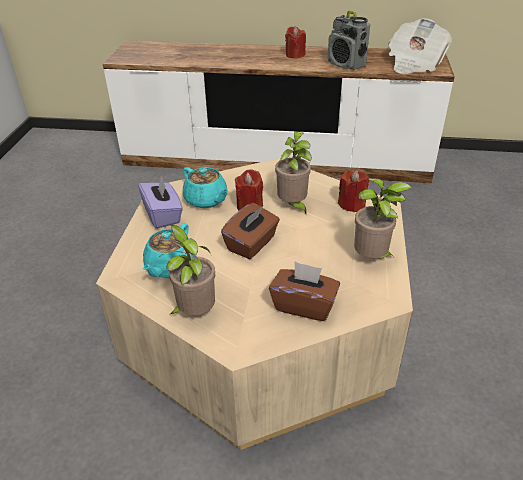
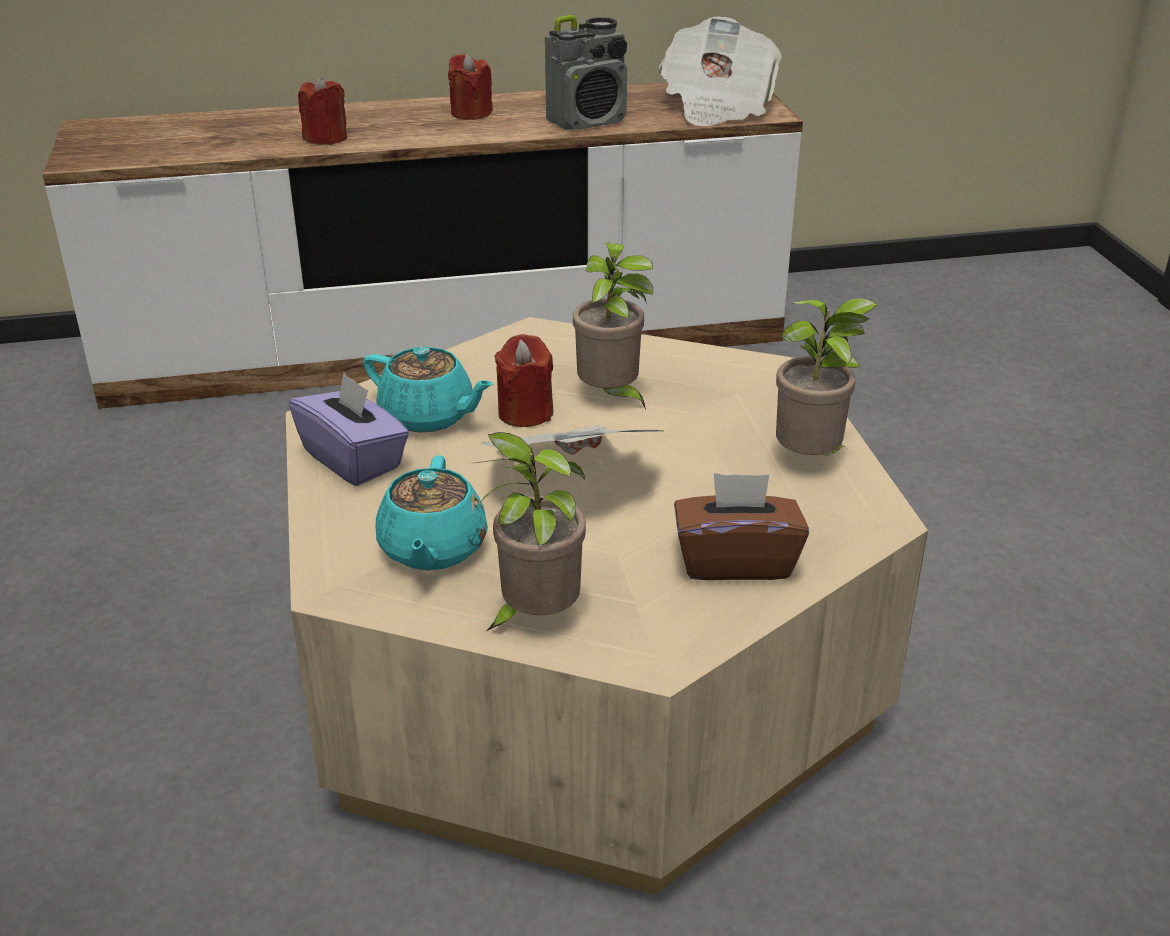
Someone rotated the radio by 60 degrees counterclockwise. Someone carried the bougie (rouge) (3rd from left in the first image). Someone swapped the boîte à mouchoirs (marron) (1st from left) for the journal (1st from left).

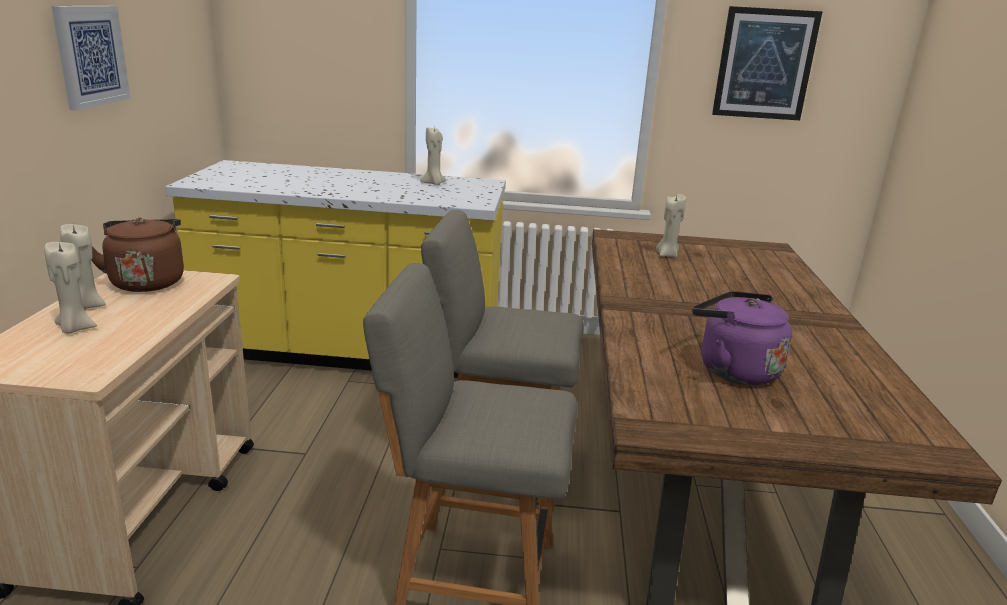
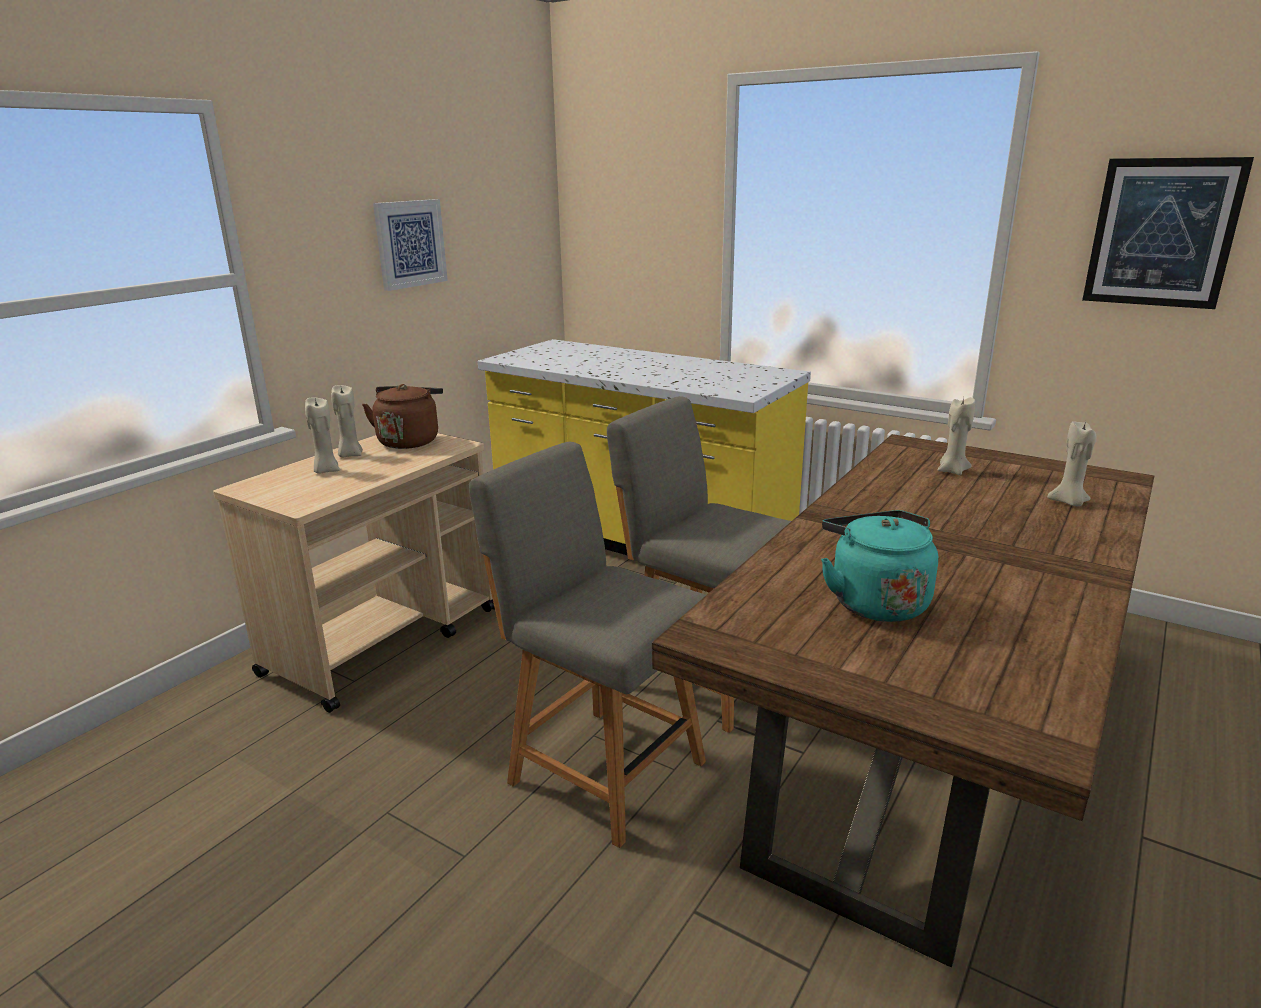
Someone carried the bougie (beige) (3rd from left in the first image). Someone repainted the bouilloire (violet), which became the bouilloire (turquoise).

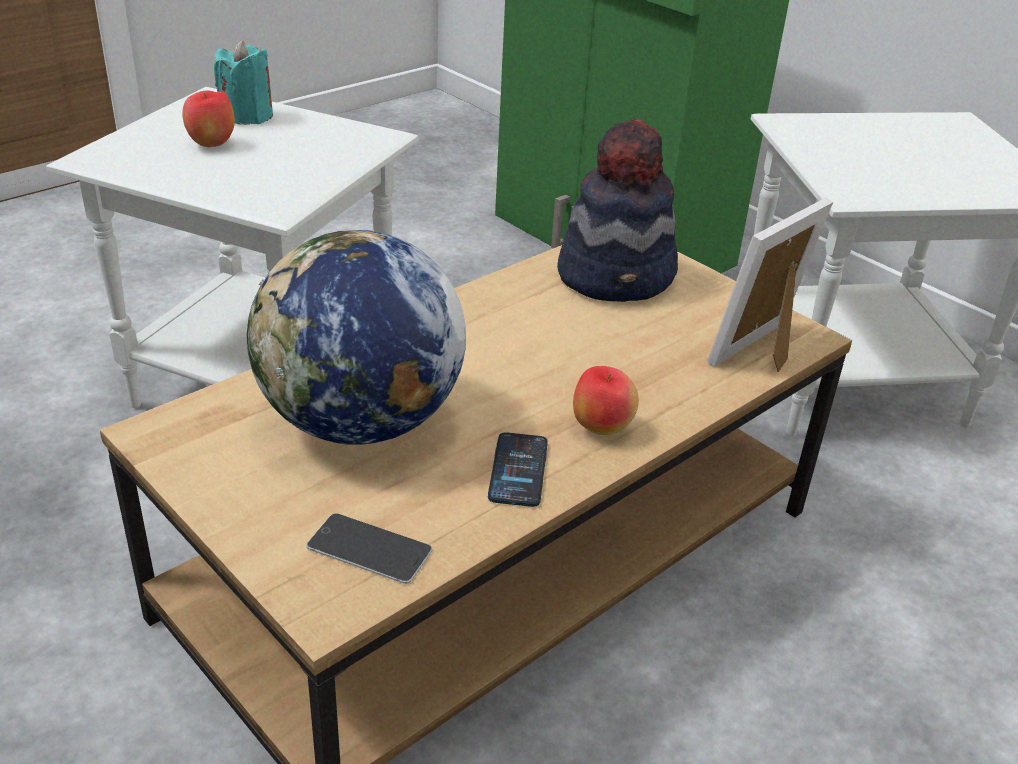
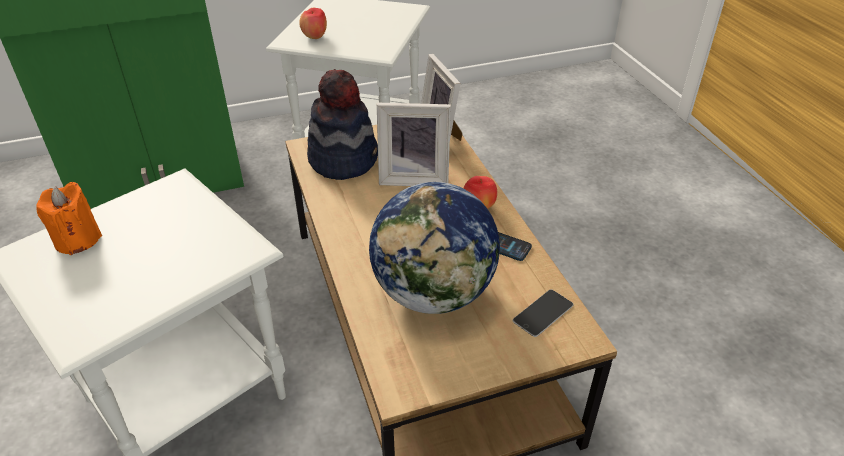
Someone repainted the bougie (turquoise), which became the bougie (orange). Someone carried the pomme (1st from left). Someone put down the cadre photo (1st from left).

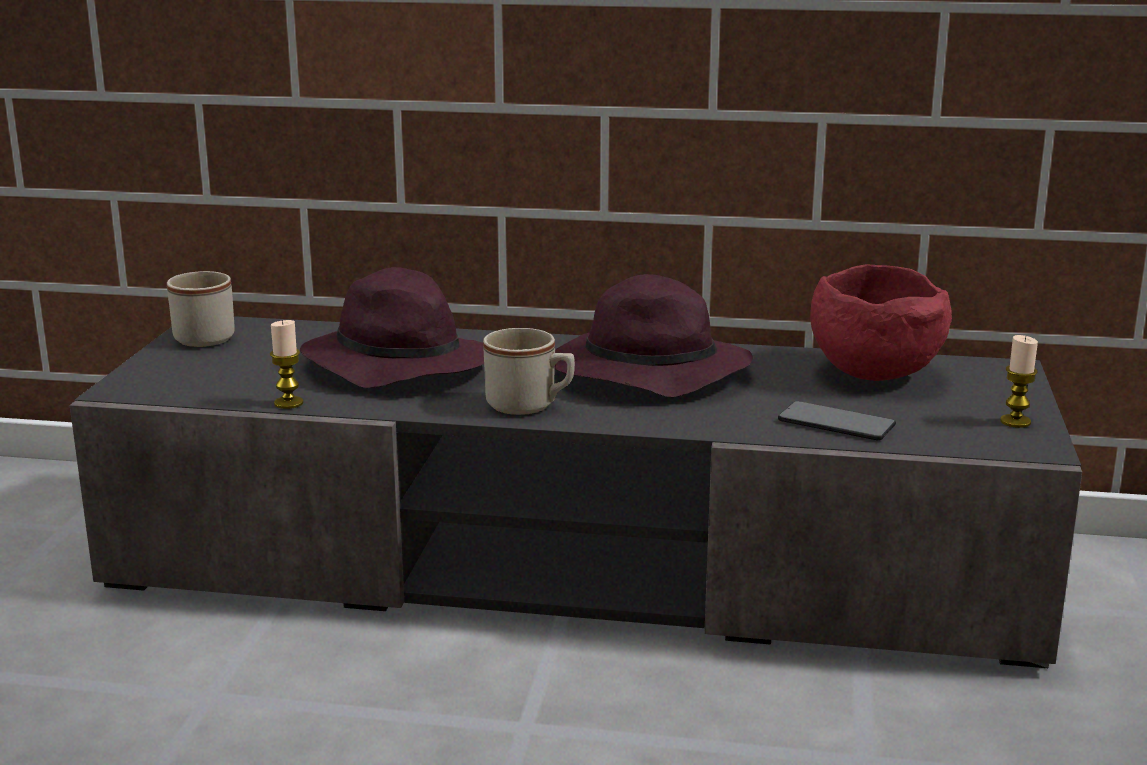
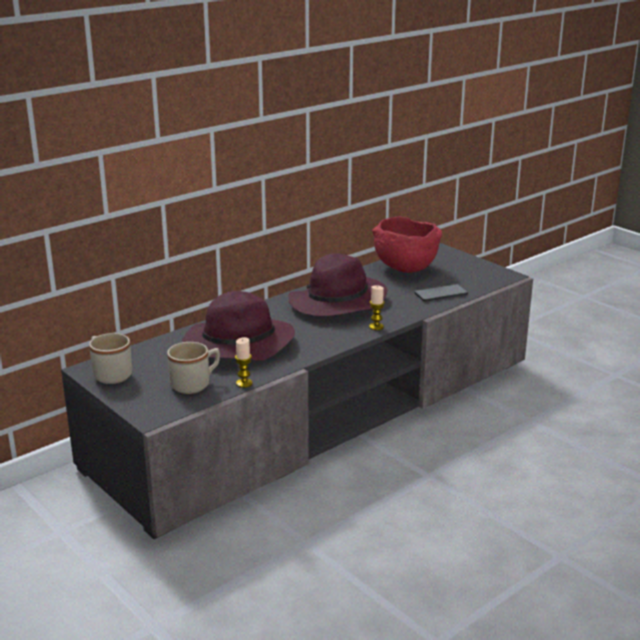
Someone carried the mug (beige) (2nd from left). Someone carried the bougie (2nd from left).

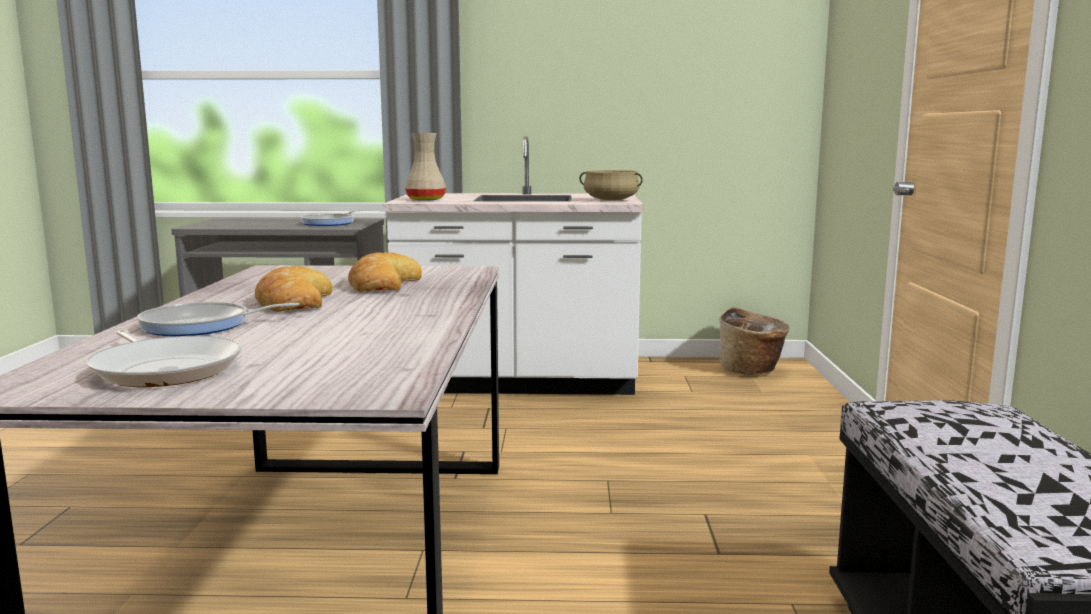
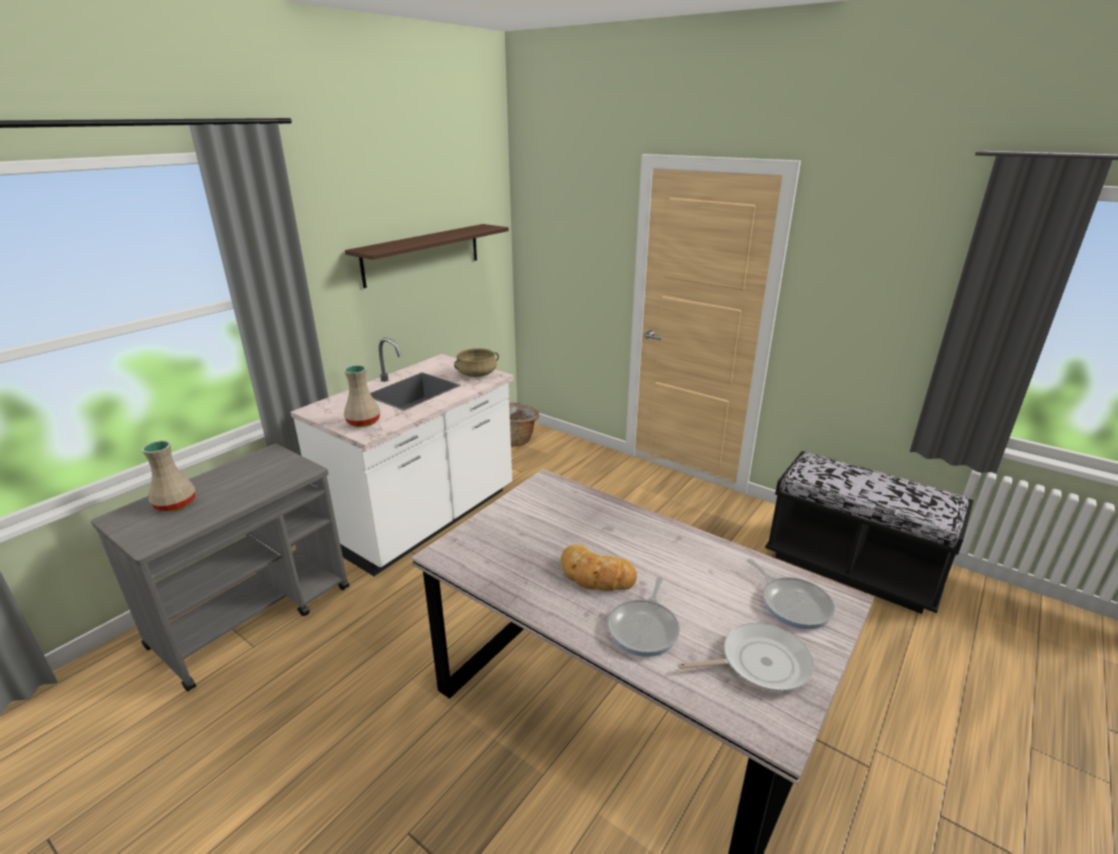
Someone carried the poêle (3rd from left). Someone took away the pain (2nd from left). Someone put up the étagère. Someone put down the vase (beige) (1st from left).

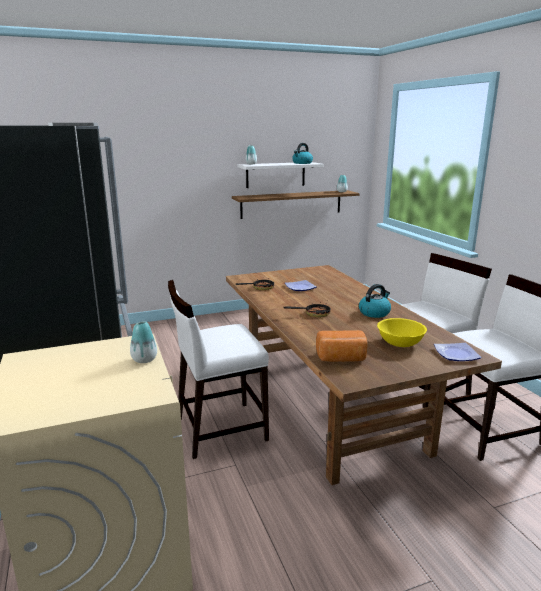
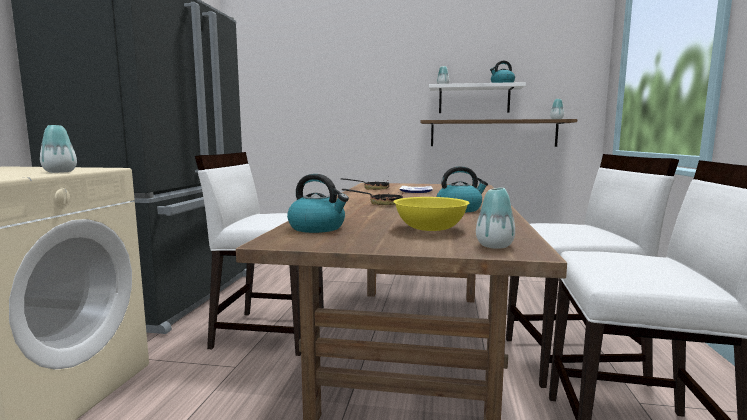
Someone swapped the pain for the bouilloire (1st from left). Someone swapped the assiette (2nd from left) for the vase (3rd from left).

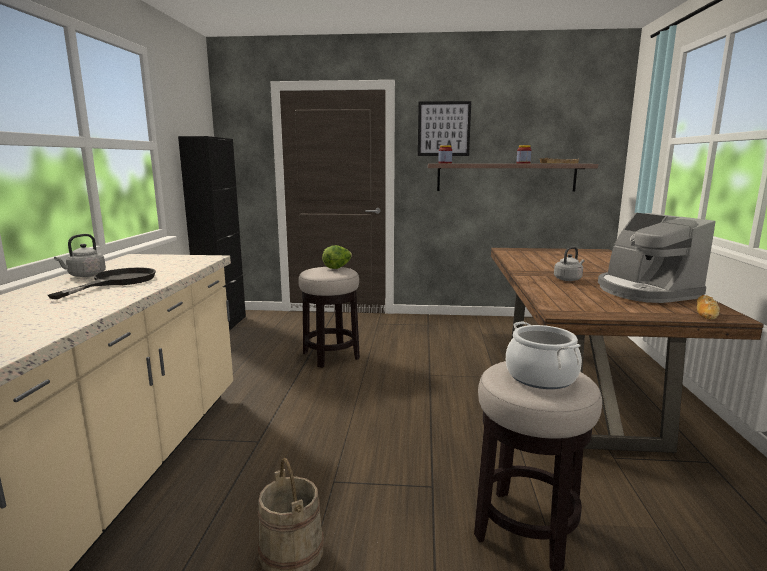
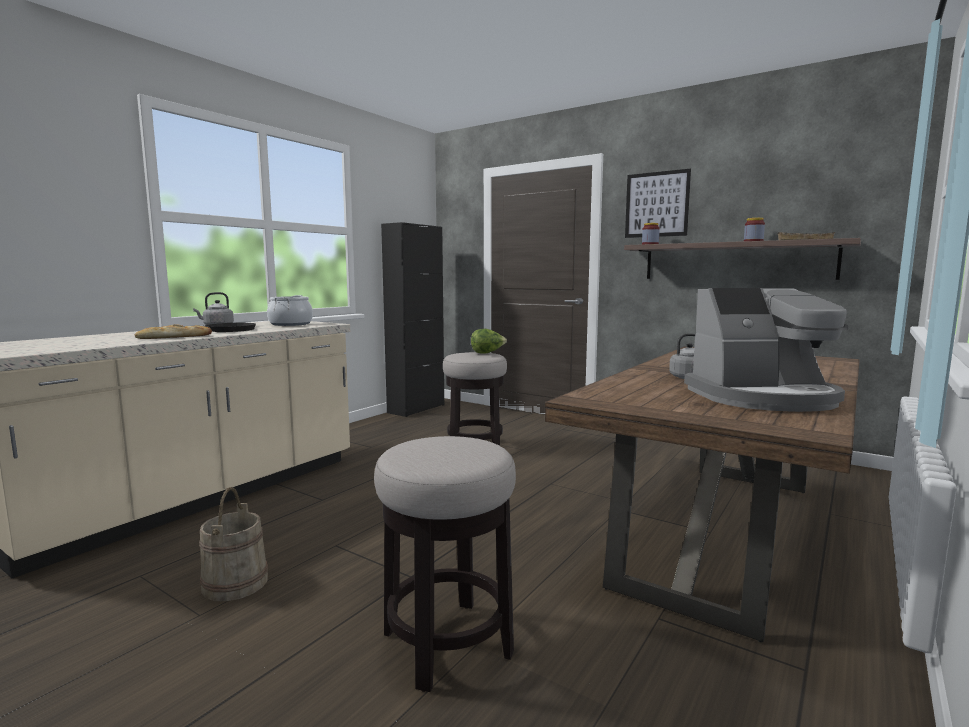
Someone rotated the machine à café by 105 degrees counterclockwise. Someone carried the pain. Someone carried the marmite.

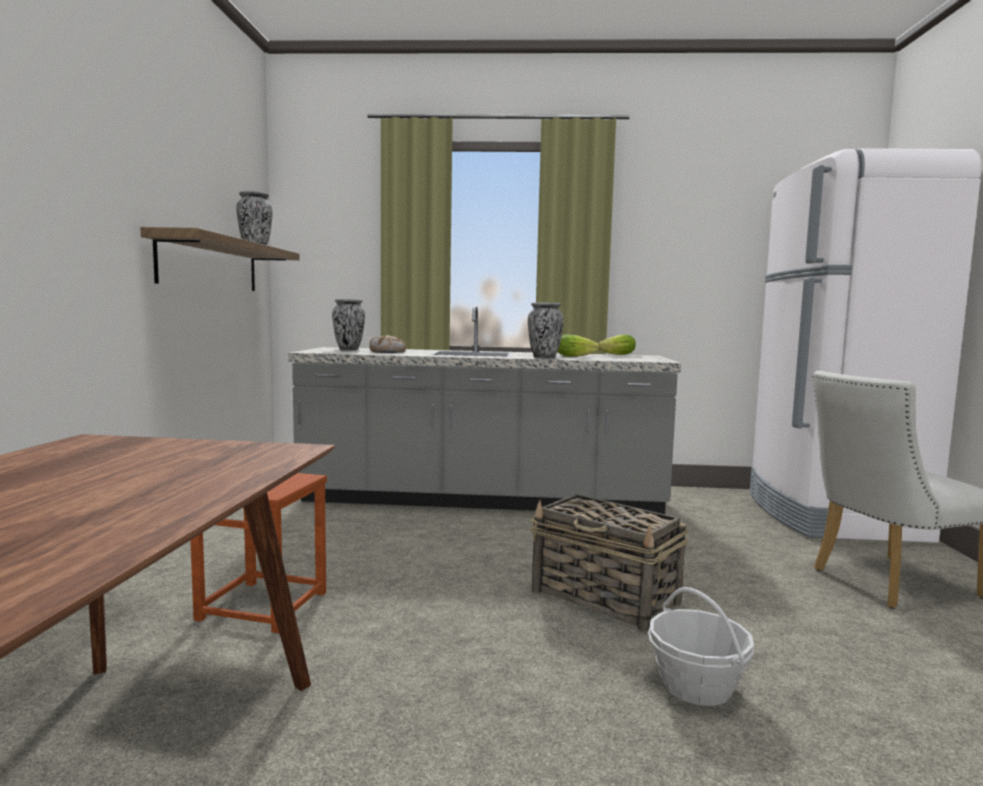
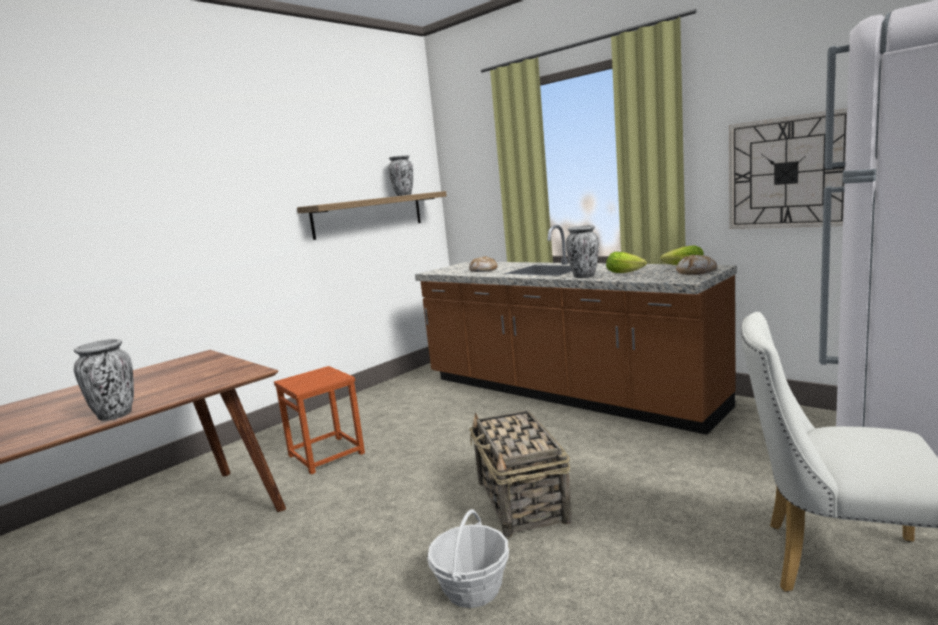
Someone carried the vase (2nd from left in the first image). Someone repainted the comptoir de cuisine (gris), which became the comptoir de cuisine (marron). Someone put up the horloge murale. Someone put down the pain (2nd from left).

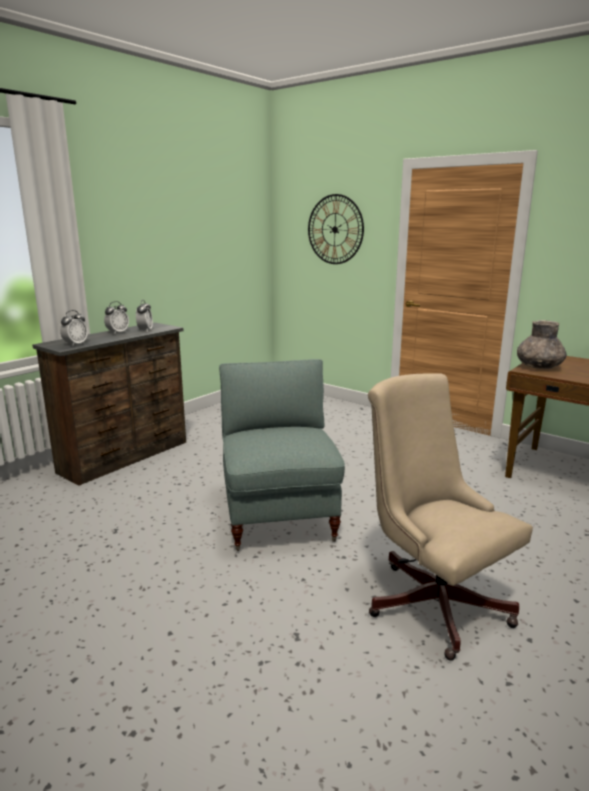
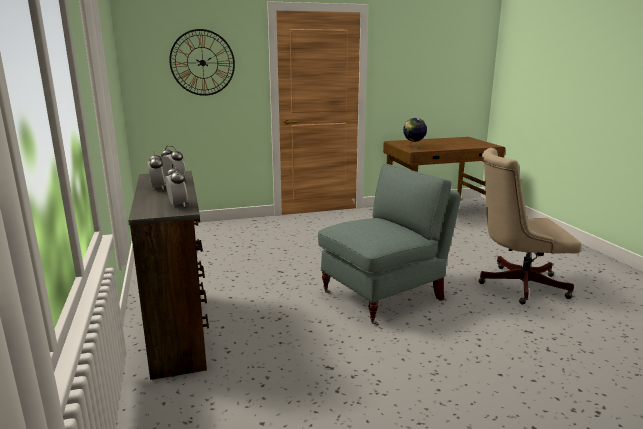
Someone swapped the vase (gris) for the globe. Someone rotated the fauteuil (gris) by 120 degrees clockwise.

